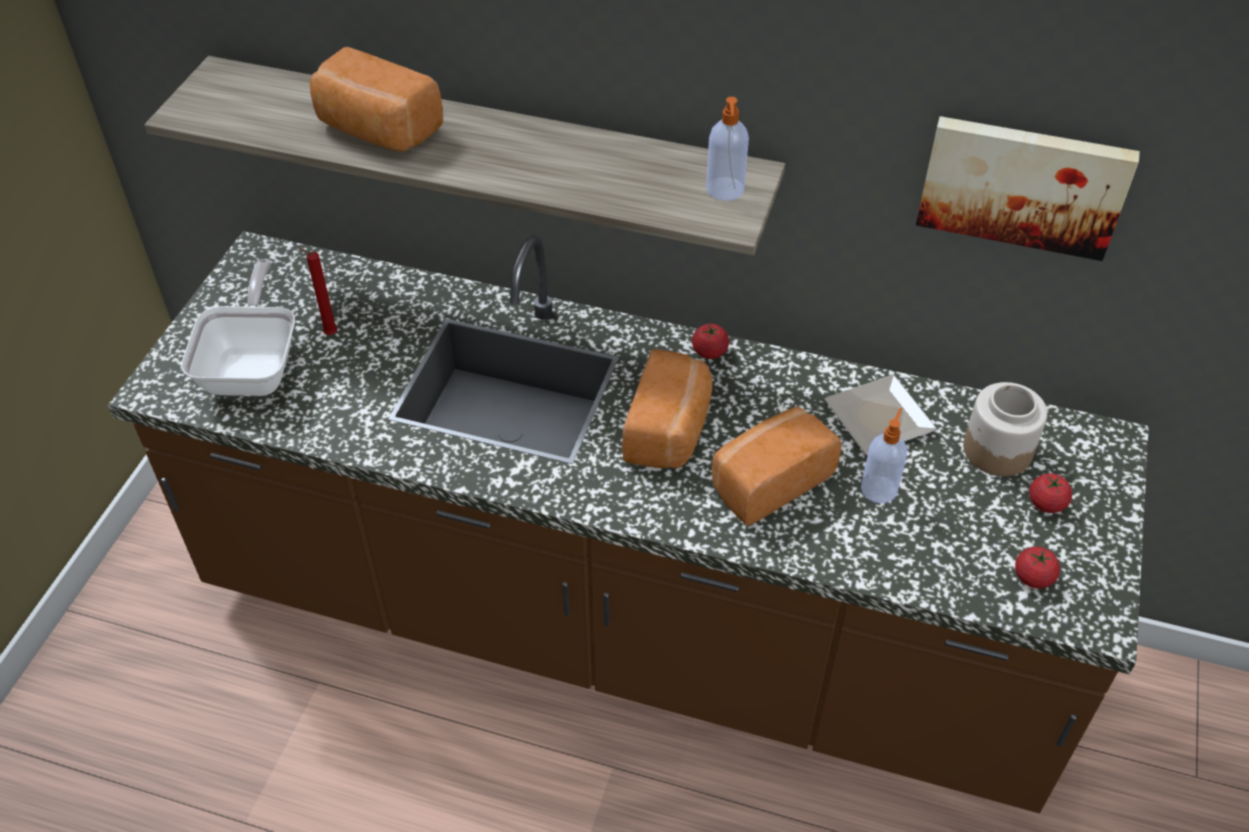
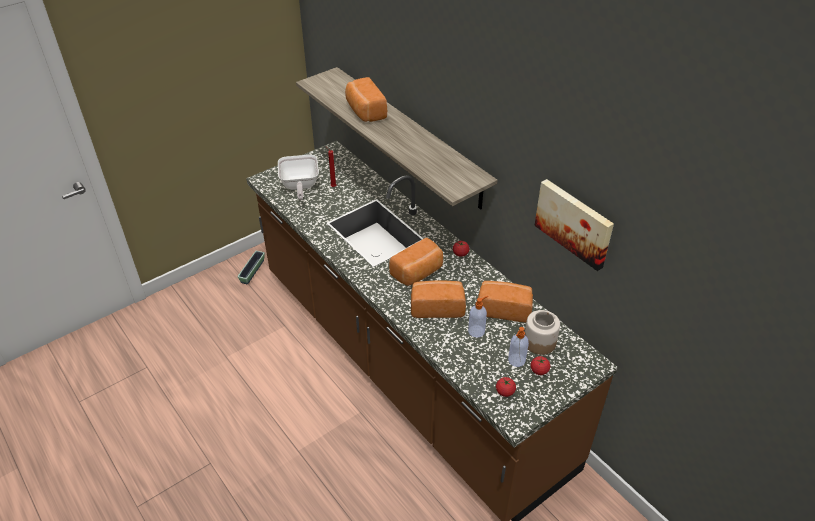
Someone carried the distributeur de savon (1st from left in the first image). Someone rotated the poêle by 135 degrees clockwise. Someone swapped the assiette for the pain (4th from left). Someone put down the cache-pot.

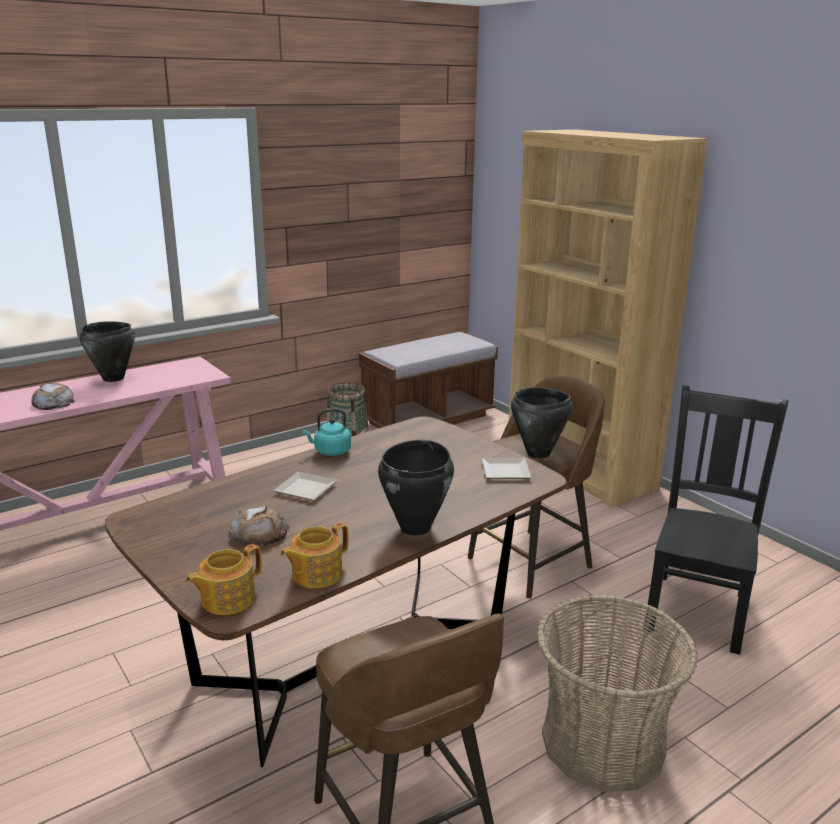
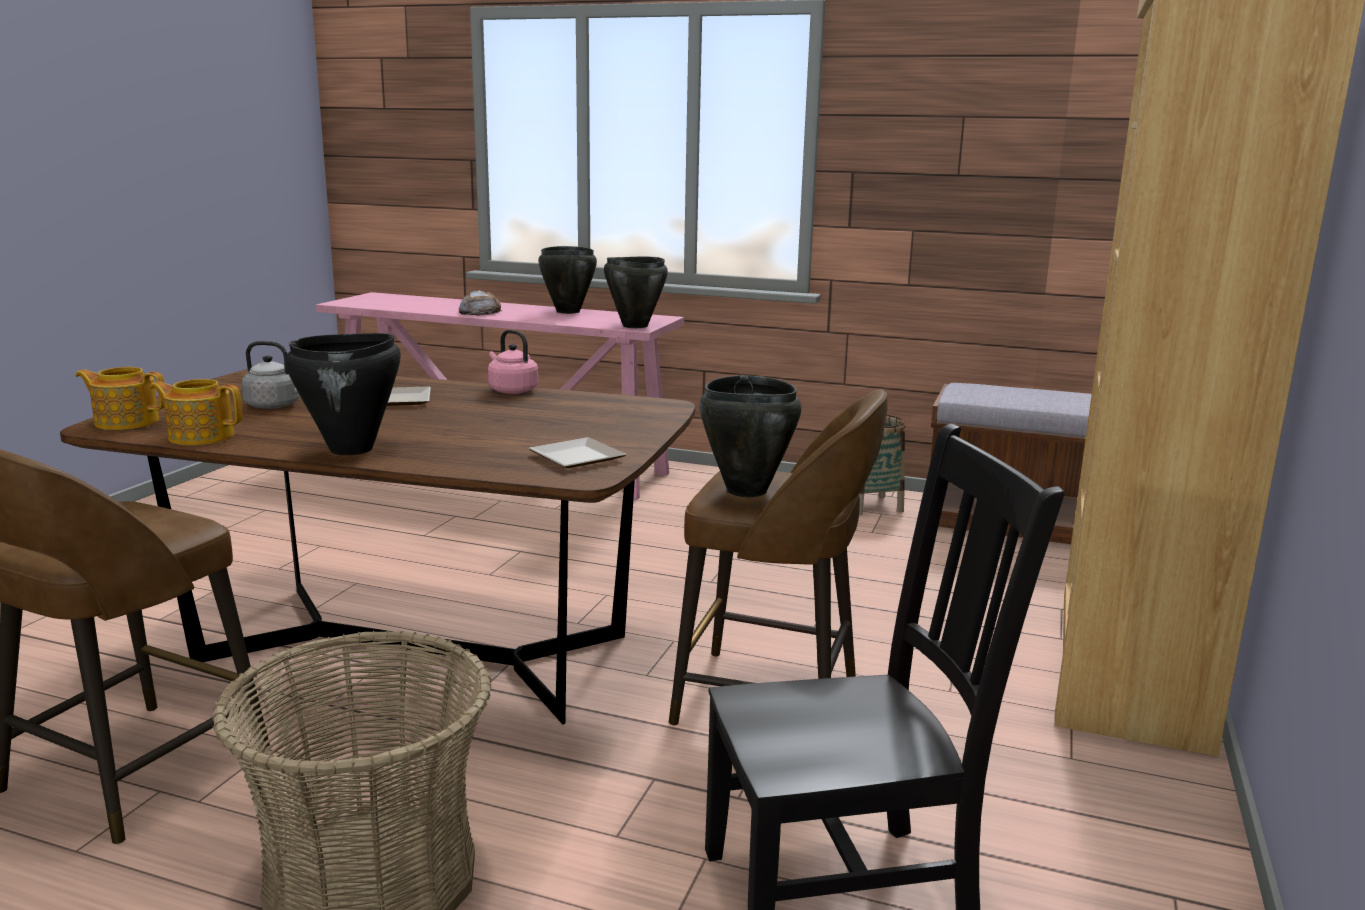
Someone repainted the bouilloire (turquoise), which became the bouilloire (rose). Someone swapped the pain (2nd from left) for the bouilloire (gris). Someone put down the marmite (noir) (3rd from left).

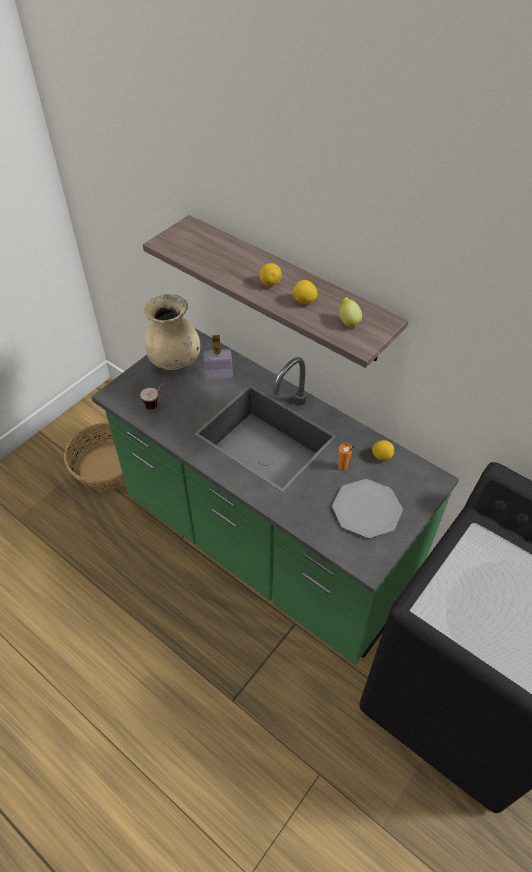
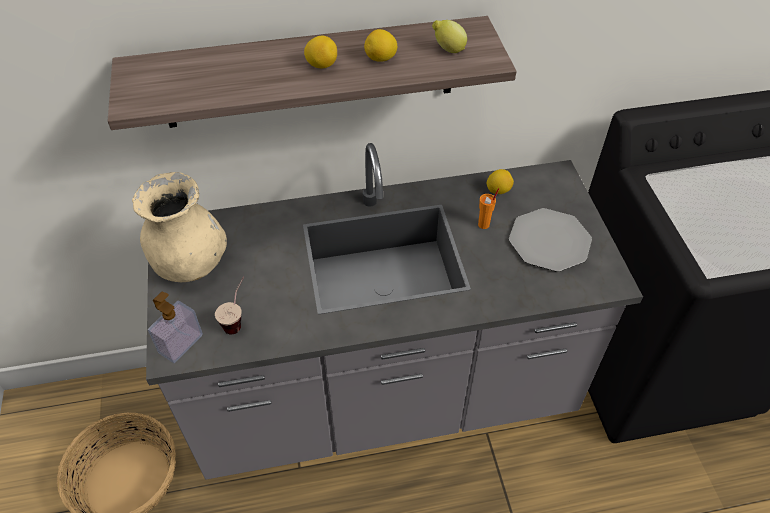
Someone repainted the comptoir de cuisine (vert), which became the comptoir de cuisine (gris). Someone carried the distributeur de savon.

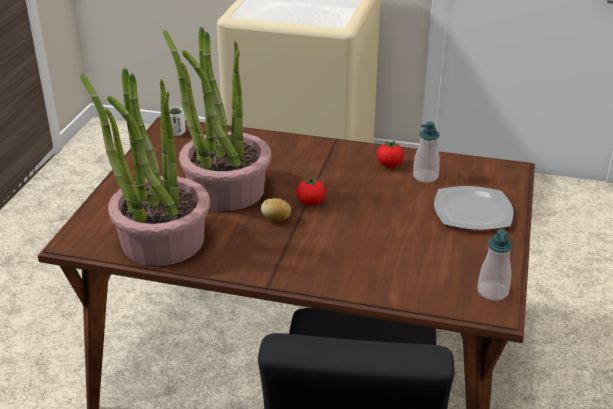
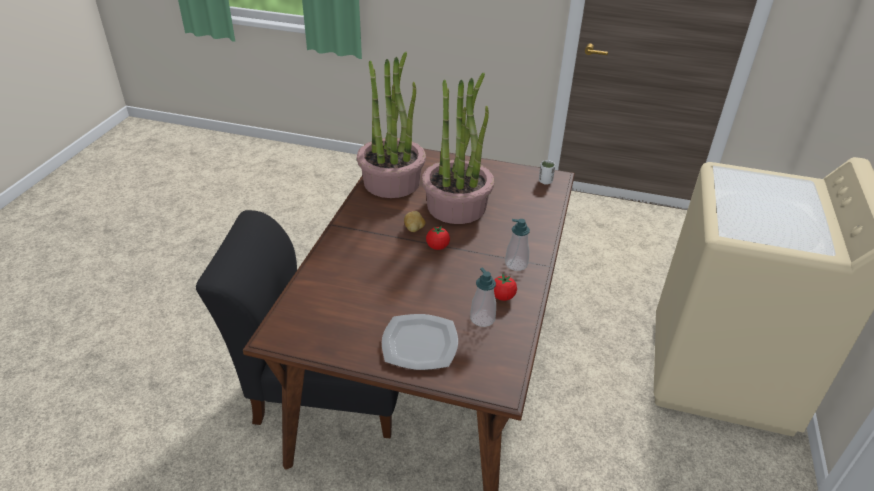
Someone carried the distributeur de savon (2nd from left).

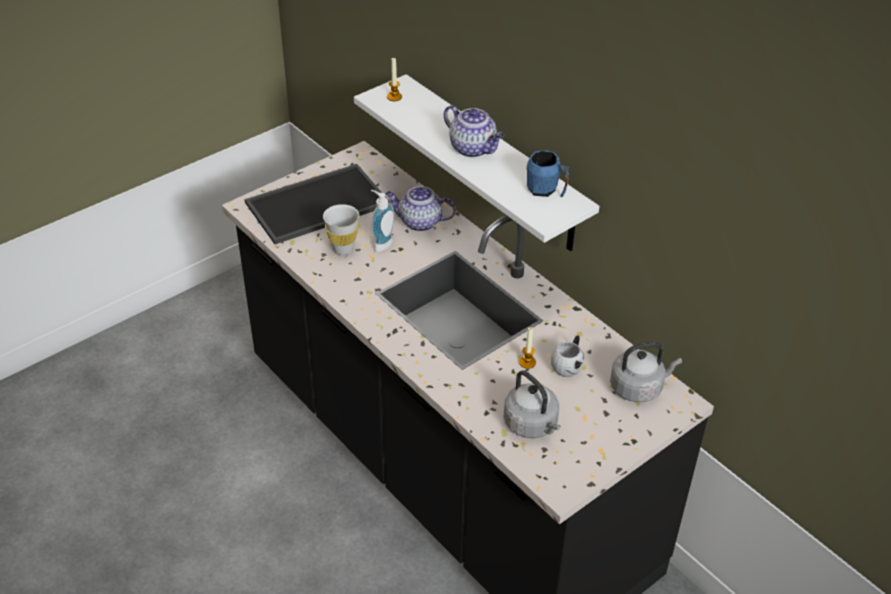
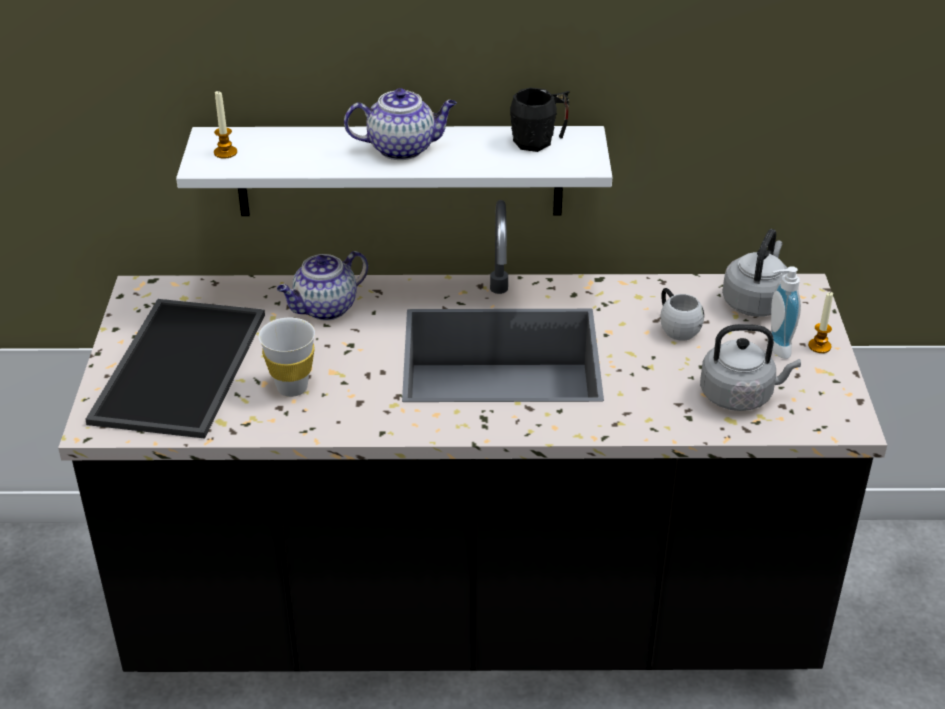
Someone repainted the mug (bleu), which became the mug (noir). Someone carried the distributeur de savon. Someone carried the bougie (2nd from left).

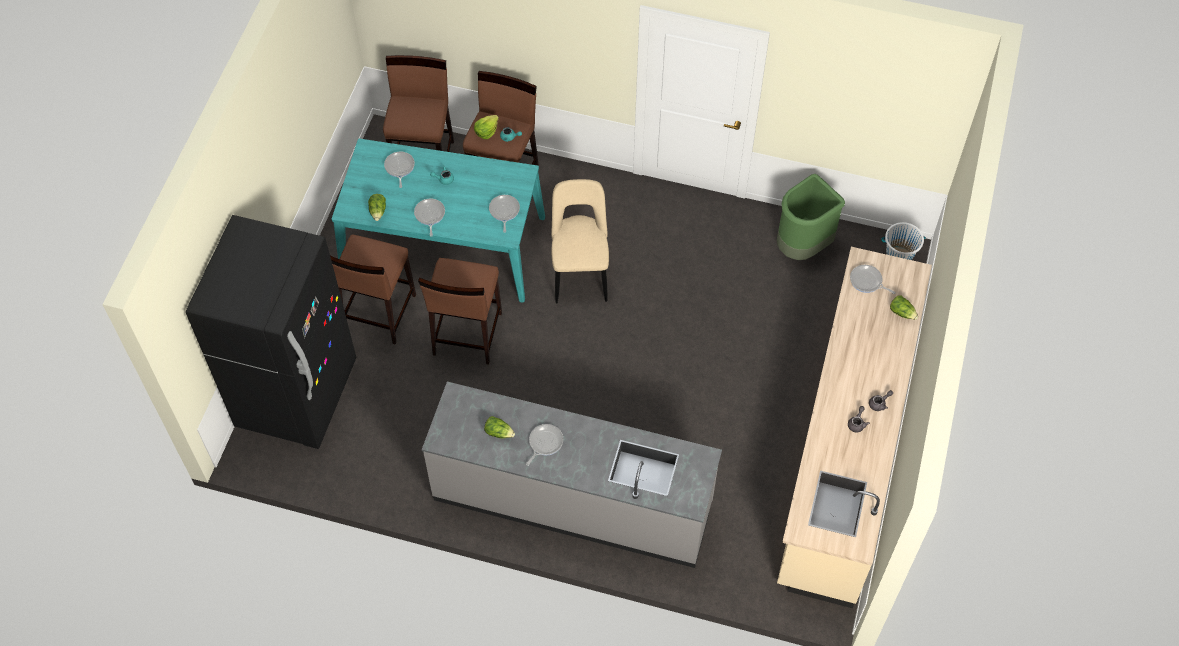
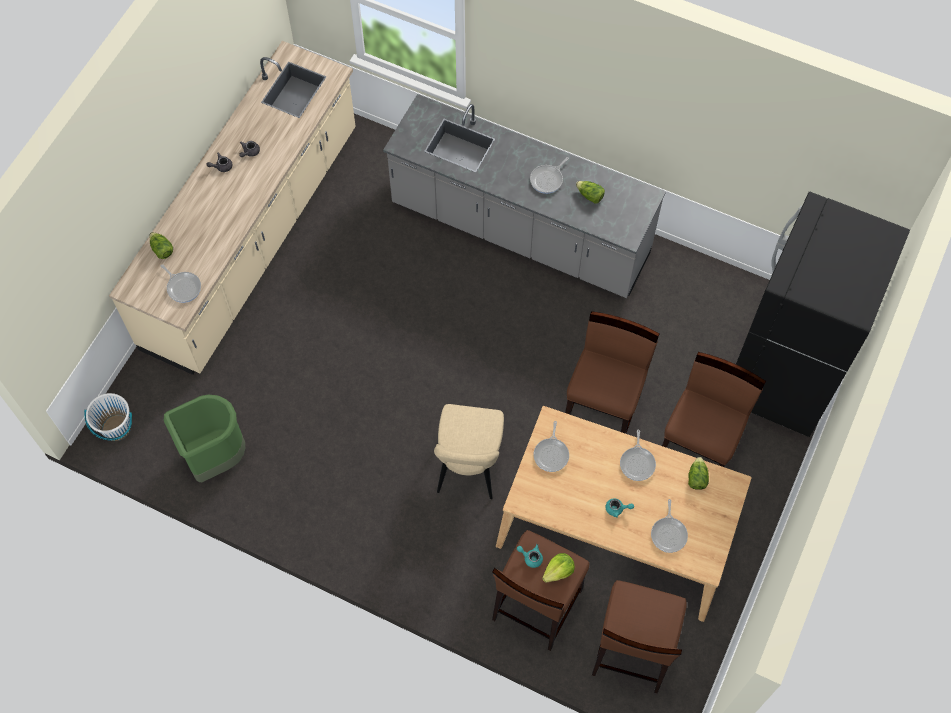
Someone repainted the table à manger (turquoise), which became the table à manger (beige).

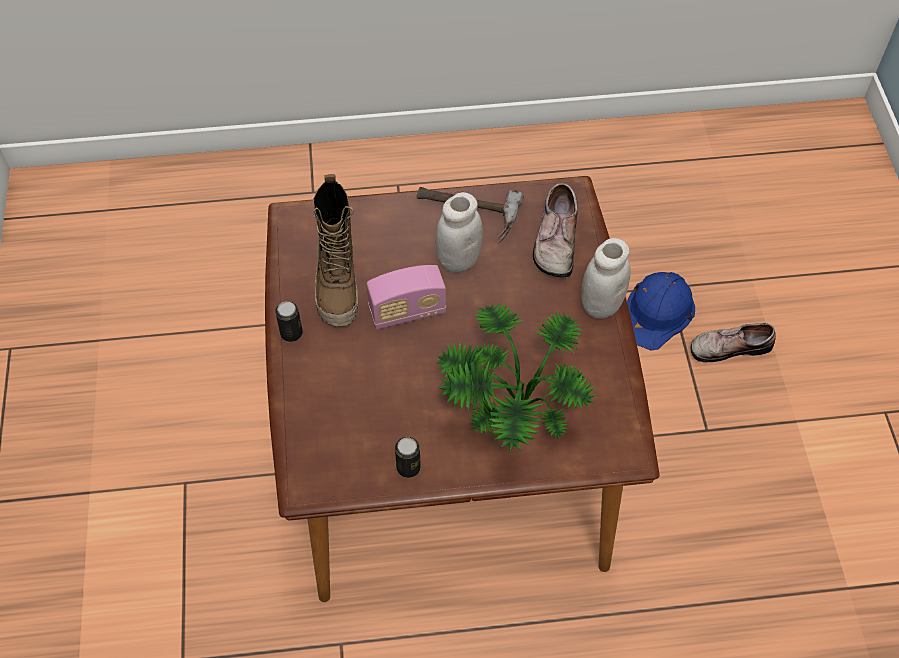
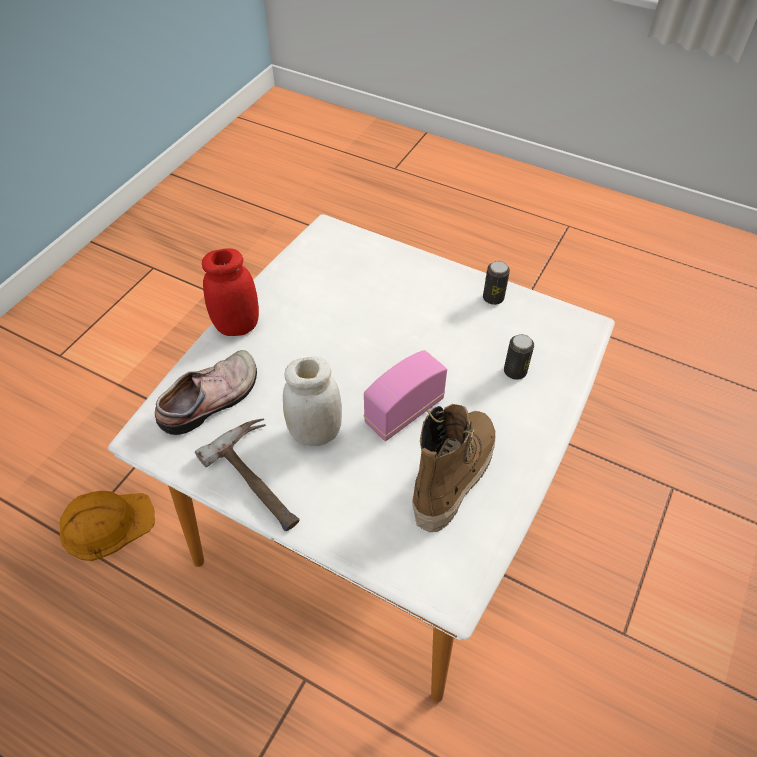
Someone repainted the table à manger (marron), which became the table à manger (blanc). Someone repainted the bocal (blanc) (2nd from left), which became the bocal (rouge). Someone rotated the radio by 60 degrees counterclockwise. Someone repainted the casque de chantier (bleu), which became the casque de chantier (orange). Someone carried the boîte métallique (1st from left in the first image). Someone took away the plante en pot. Someone took away the chaussure (2nd from left).

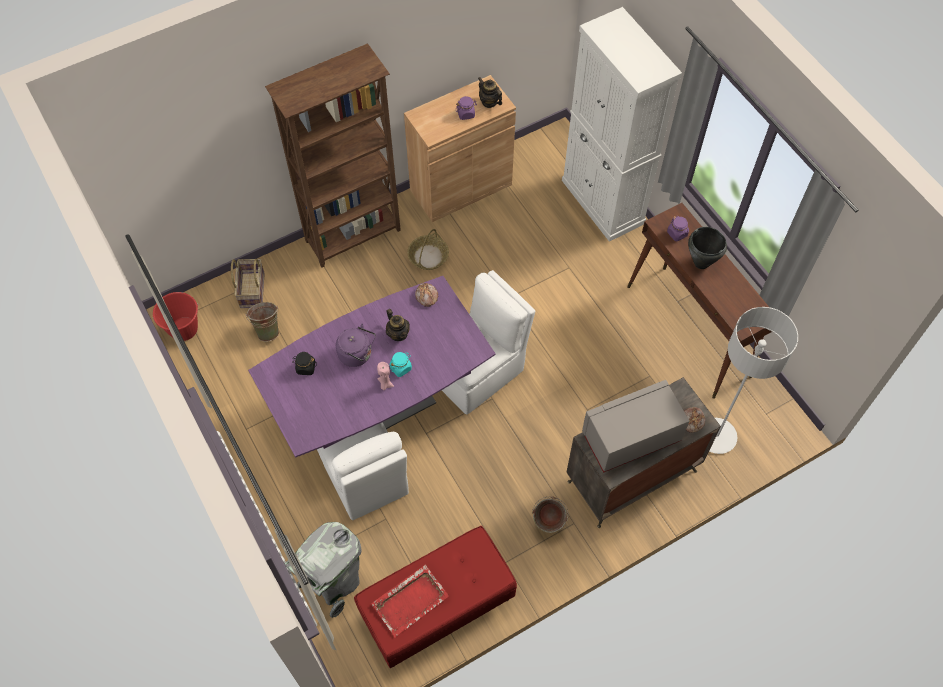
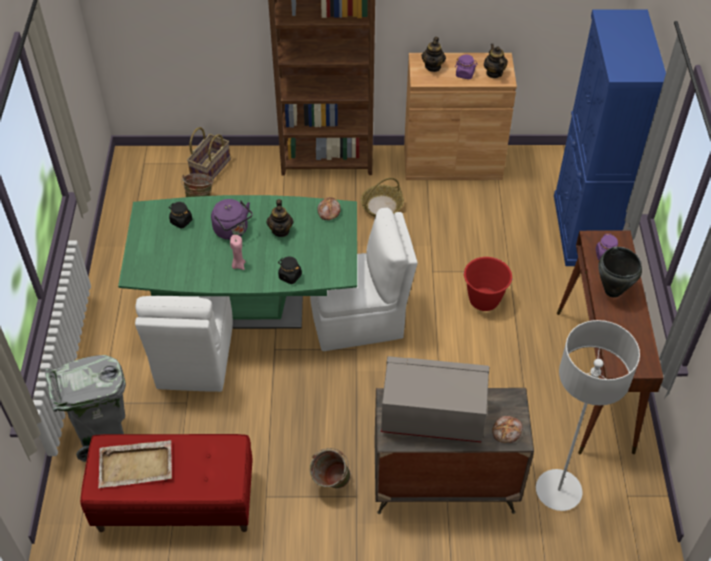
Someone repainted the meuble de rangement (blanc), which became the meuble de rangement (bleu). Someone repainted the table à manger (violet), which became the table à manger (vert). Someone carried the seau (rouge). Someone took away the bocal (turquoise). Someone repainted the plateau (rouge), which became the plateau (beige). Someone put down the théière (2nd from left). Someone put down the bocal (noir) (2nd from left).

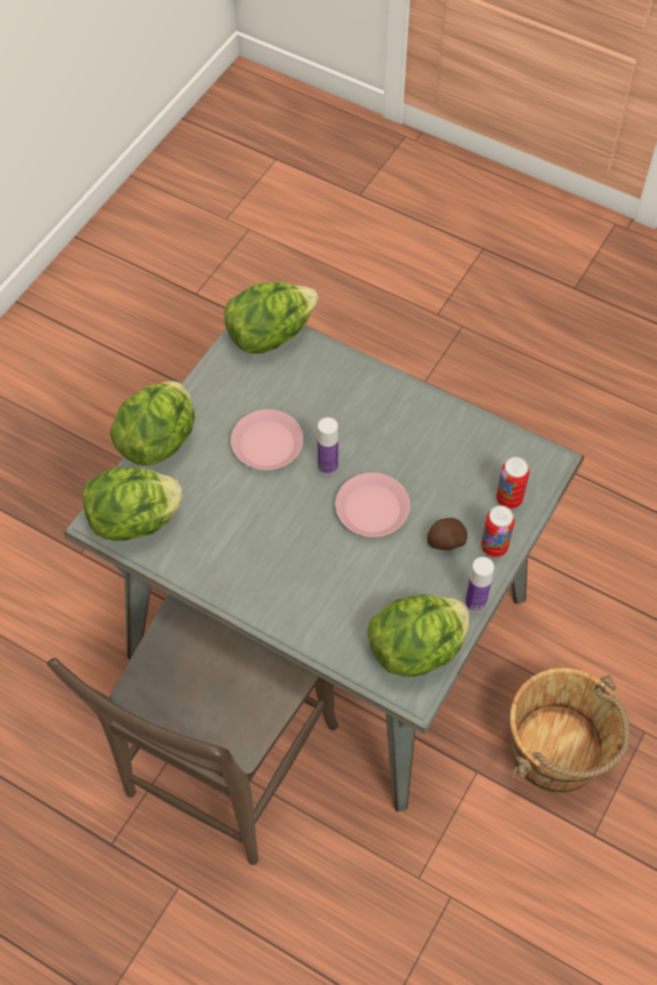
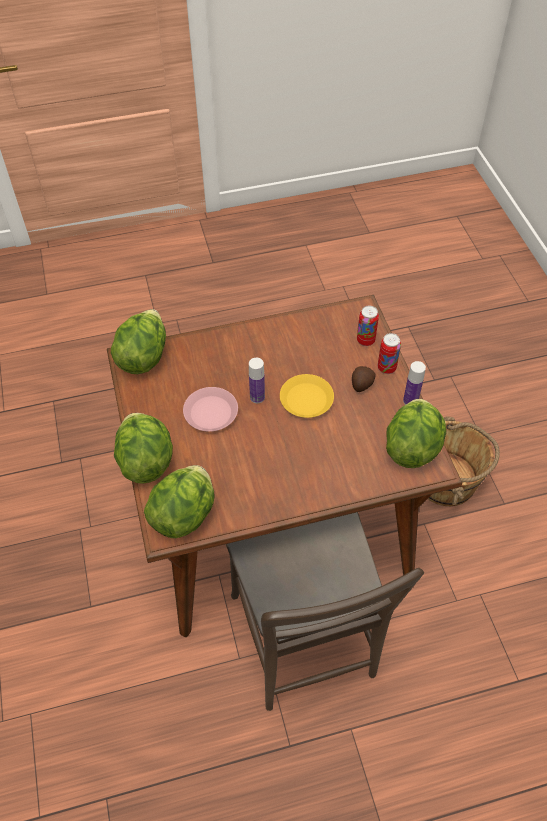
Someone repainted the table à manger (gris), which became the table à manger (marron). Someone repainted the assiette (rose) (2nd from left), which became the assiette (jaune).

